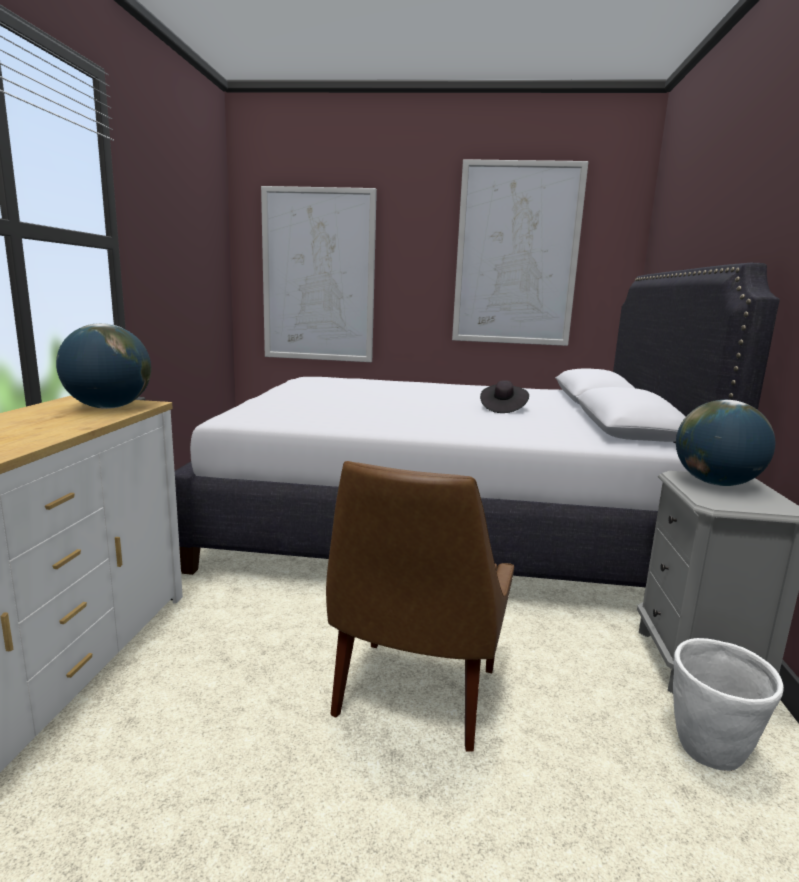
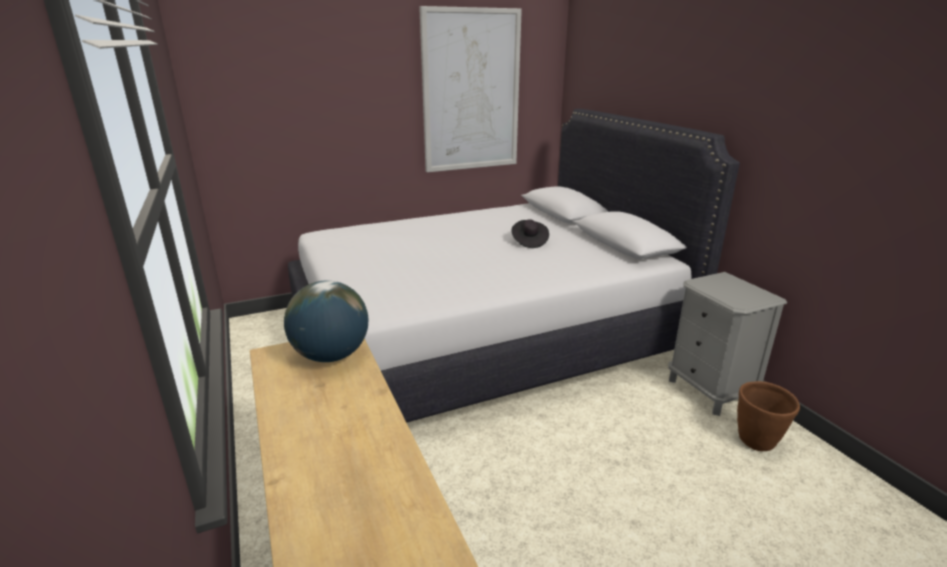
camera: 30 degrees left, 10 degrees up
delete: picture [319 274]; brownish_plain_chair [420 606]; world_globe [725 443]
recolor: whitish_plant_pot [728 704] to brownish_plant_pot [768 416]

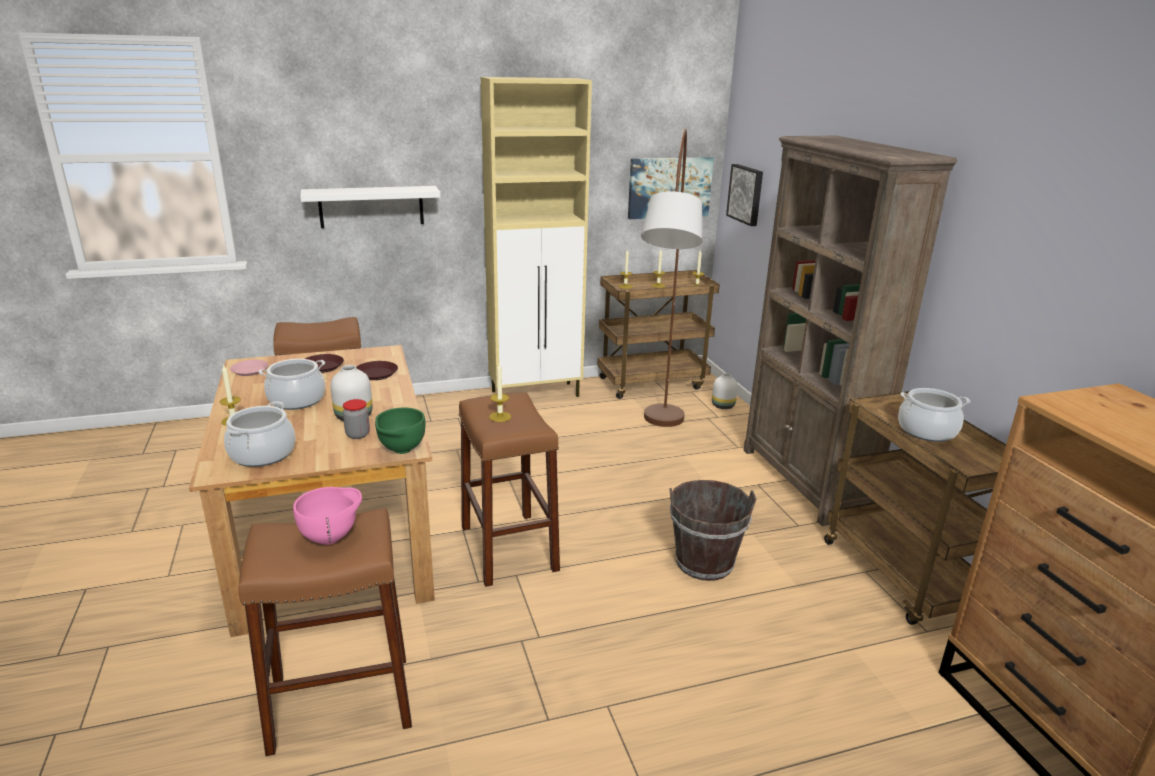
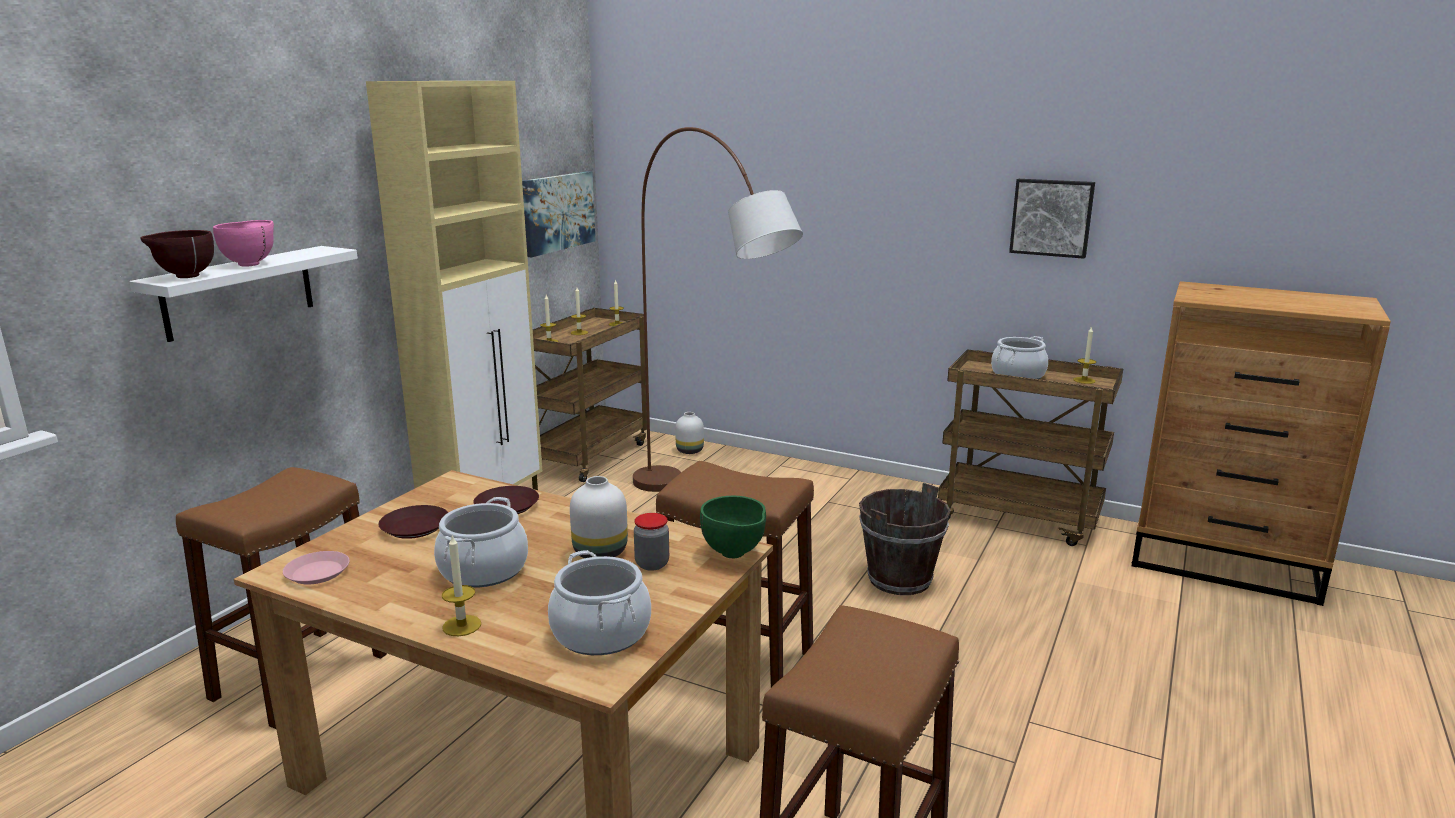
camera: 45 degrees left, 5 degrees down
delete: brownish_bookshelf [850 331]
insert: brownish_serving_bowl [177 254]
move: pinkish_serving_bowl [327 516] to [243 243]; candle [500 392] to [1085 355]; picture [744 195] to [1052 219]

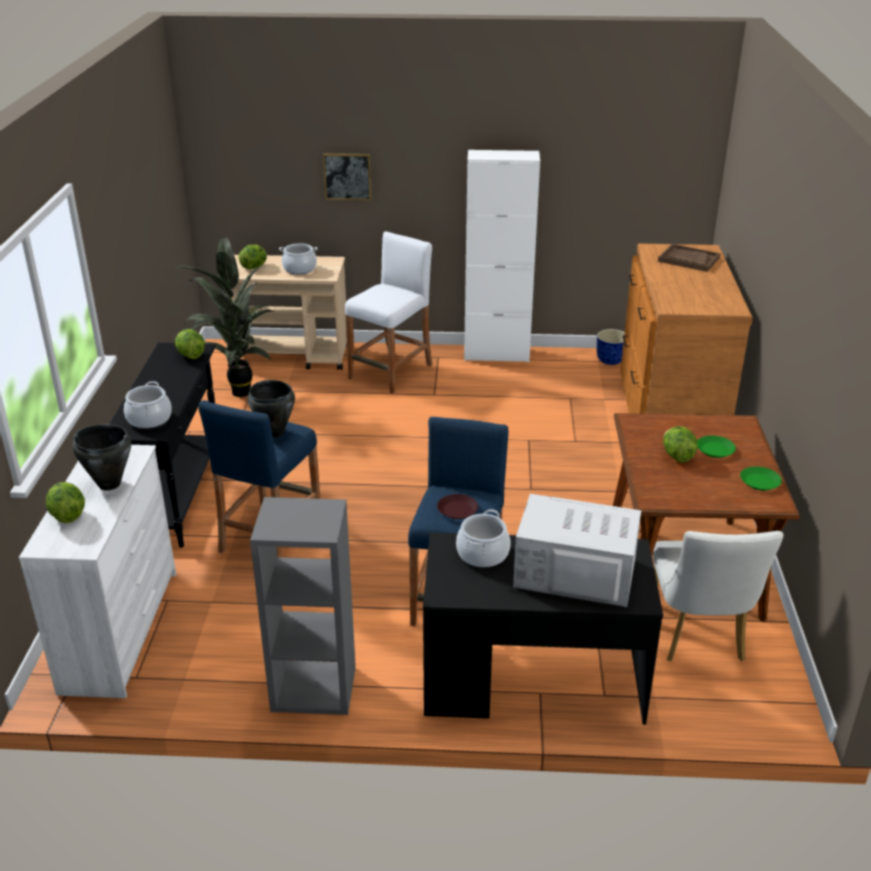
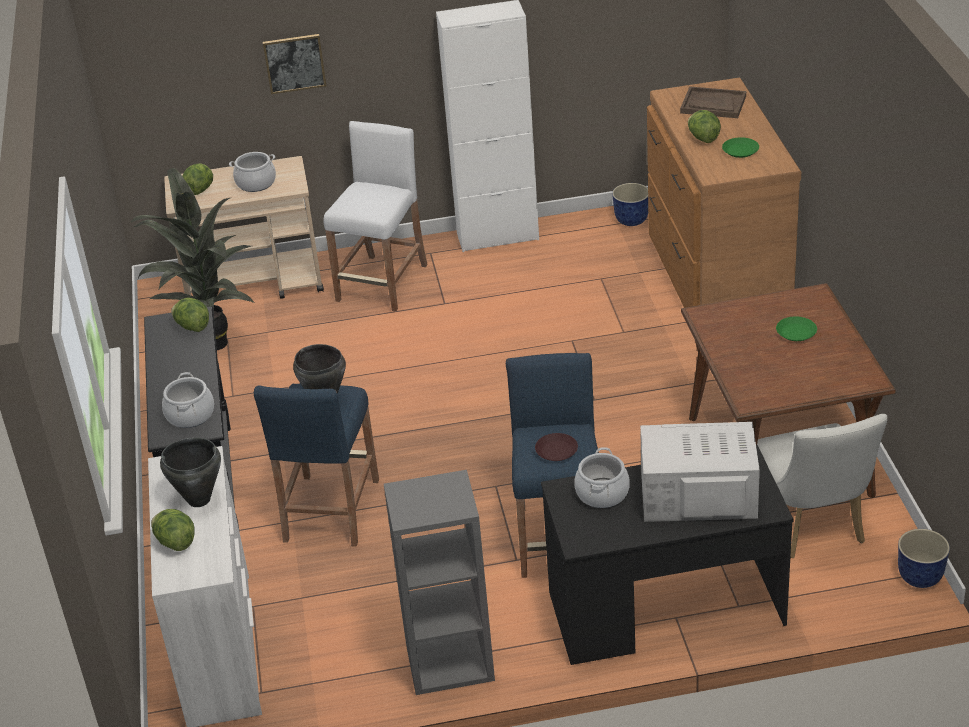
camera: 10 degrees left, 5 degrees up
insert: plant_pot [924 558]
move: lettuce [680 444] to [704 126]; green_dinner_plate [761 478] to [740 147]

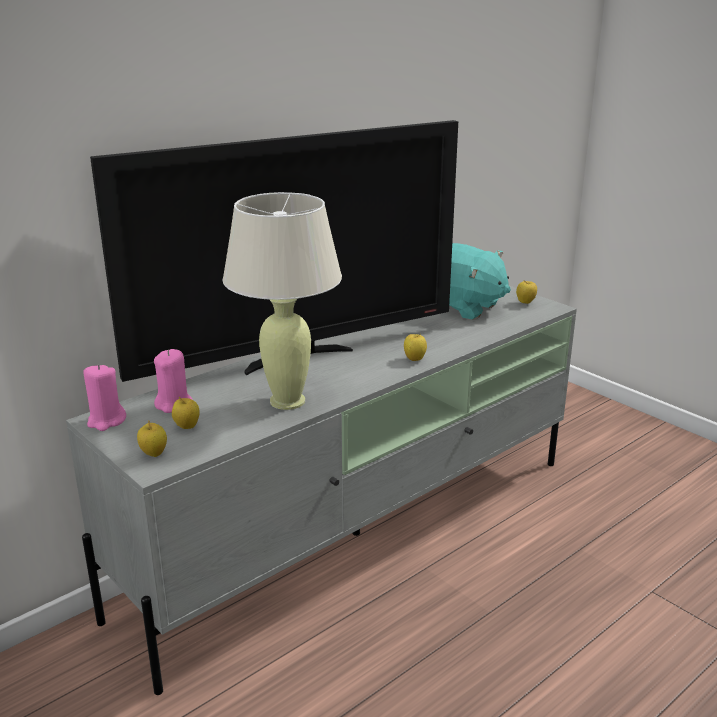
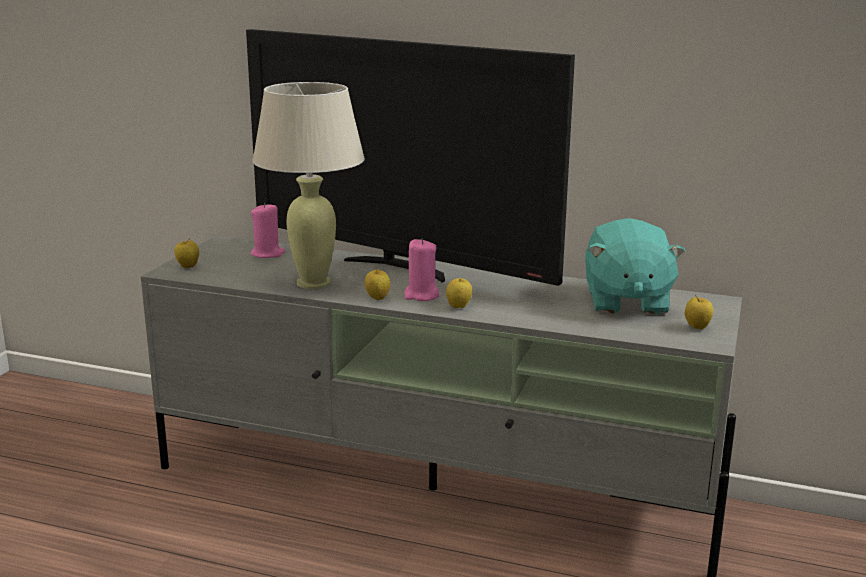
camera: 60 degrees right, 5 degrees down
move: pinkish_candle [104 397] to [421 270]; whole_apple [186 413] to [377 283]

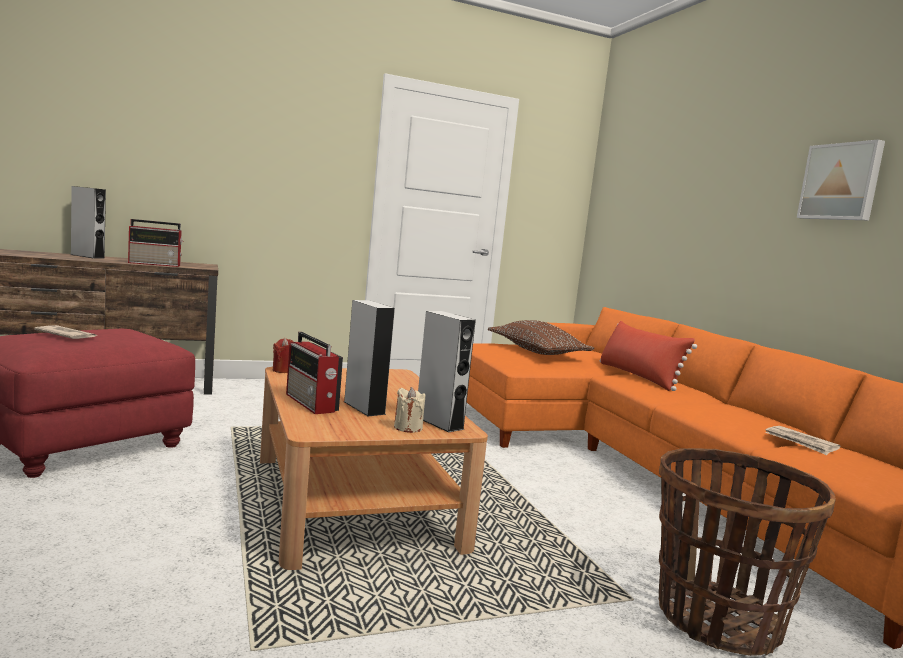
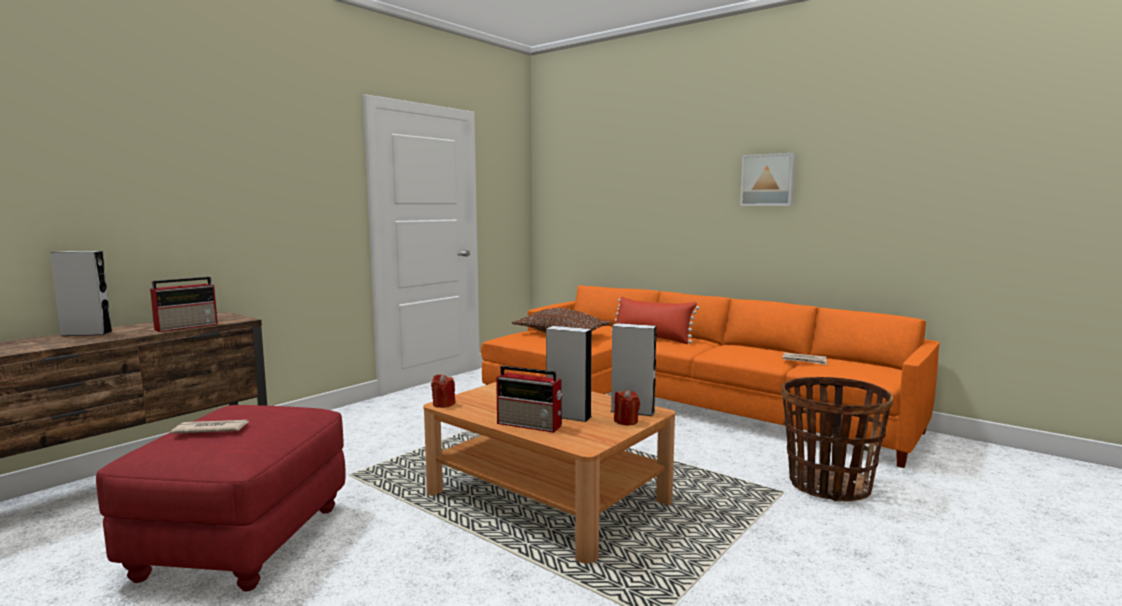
camera: 30 degrees left, 0 degrees up
recolor: beige_candle [409 410] to red-coloured_candle [627 407]

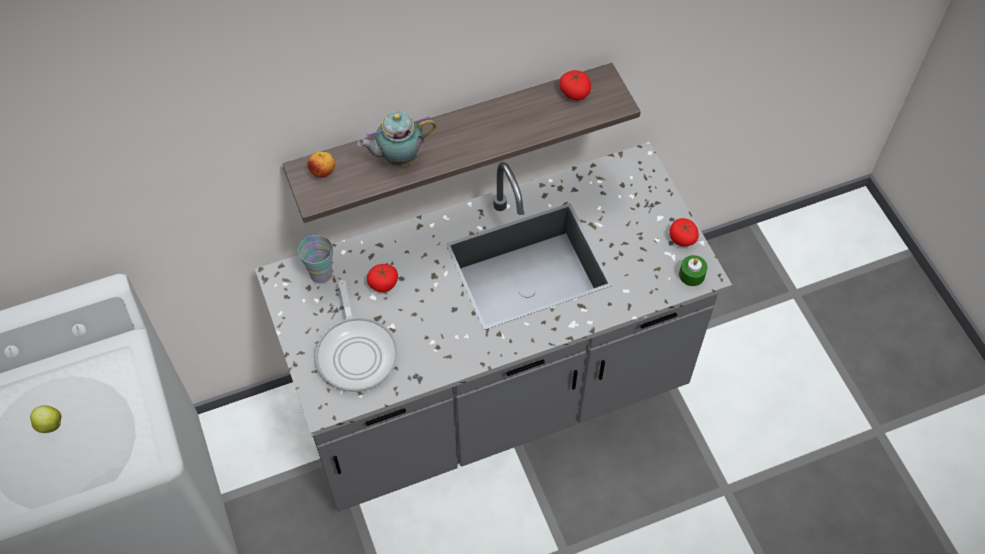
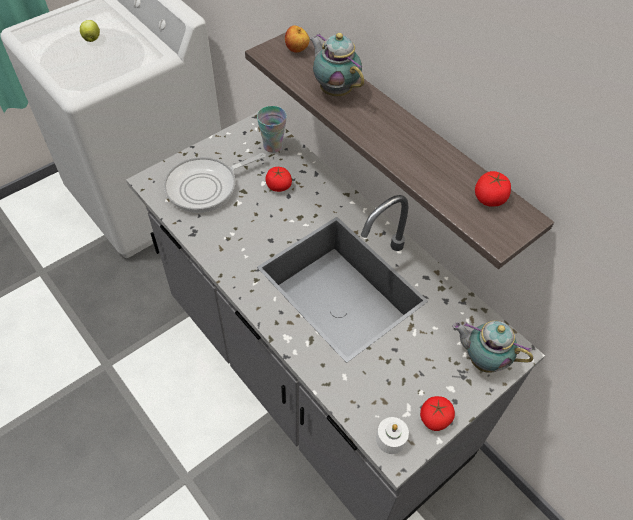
camera: 70 degrees right, 5 degrees down
insert: teapot [493 347]
recolor: green_candle [693 270] to whitish_candle [392 435]

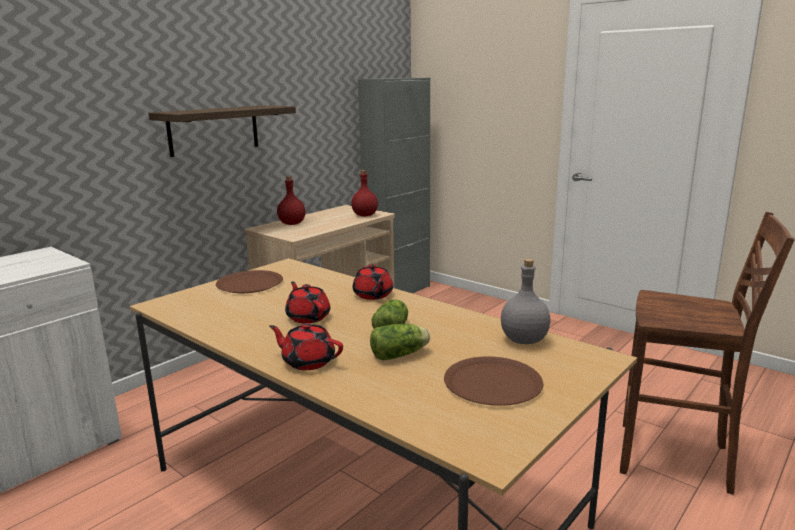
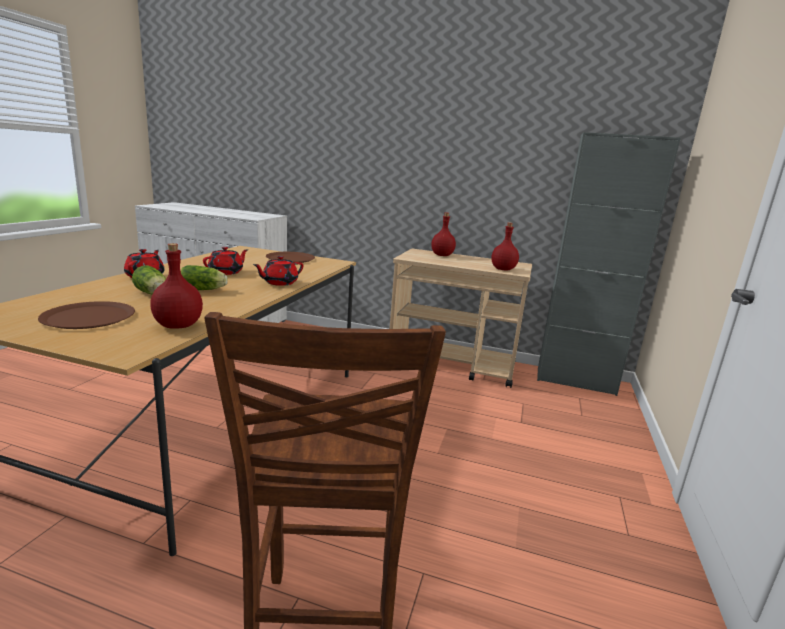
camera: 65 degrees right, 0 degrees up
delete: wall_shelf [222 131]
recolor: greyish_beverage_bottle [526 301] to red-coloured_beverage_bottle [176 286]

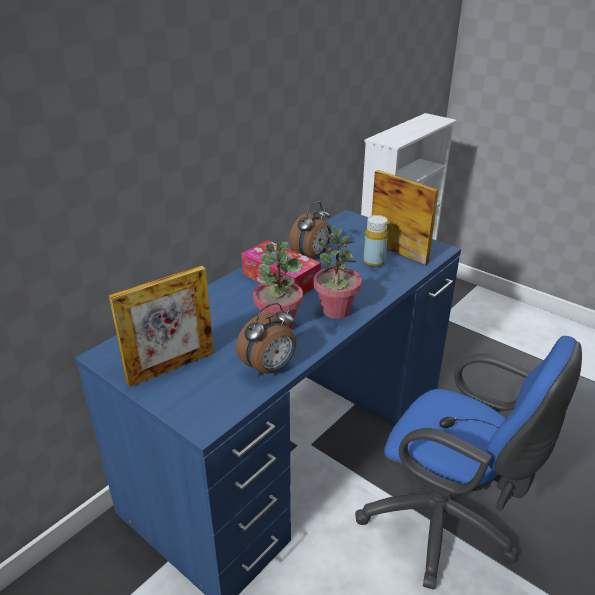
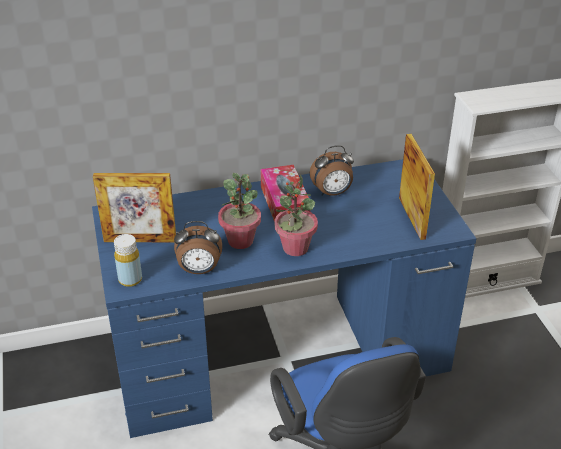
camera: 35 degrees right, 5 degrees up
move: yellow-coloured_beverage_bottle [375 241] to [128 260]

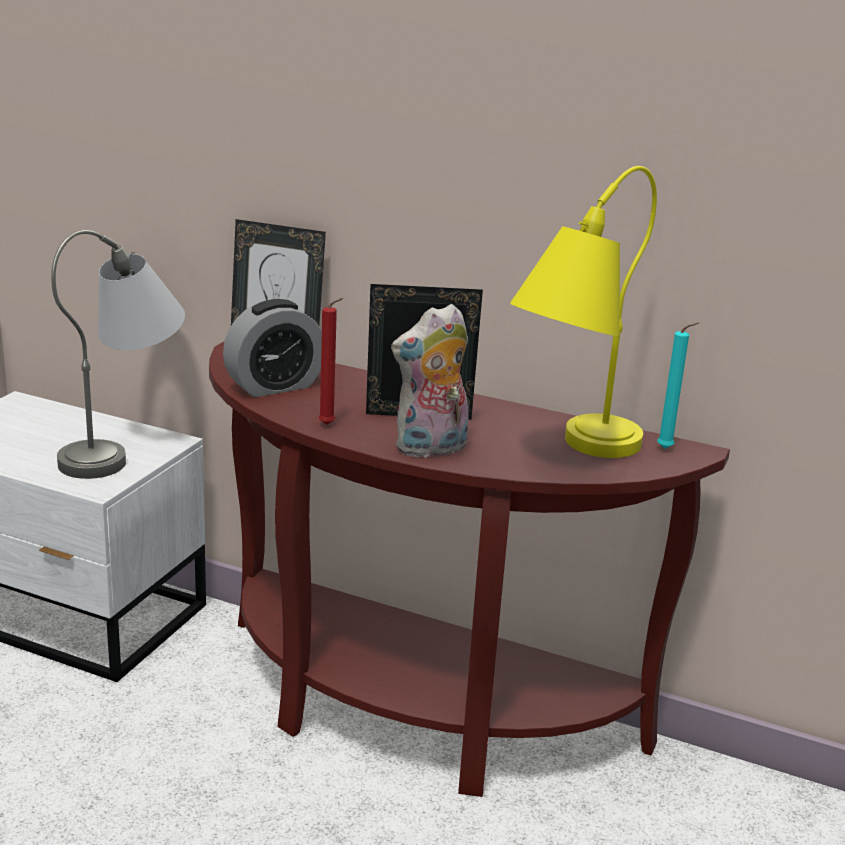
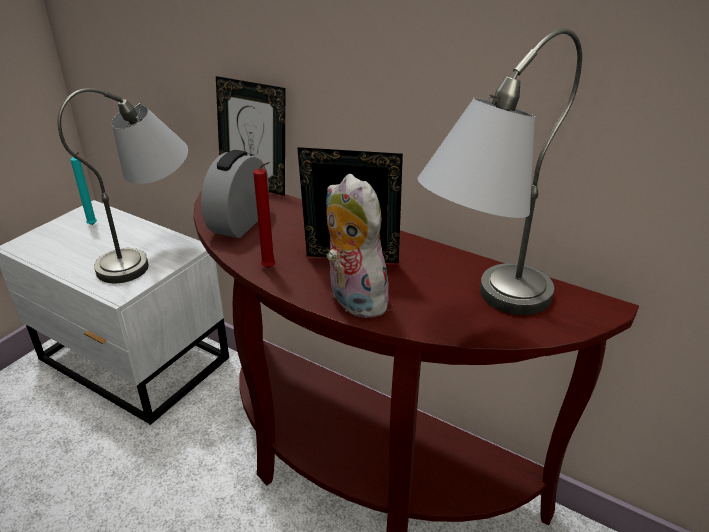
camera: 10 degrees right, 10 degrees up
move: blue-green_candle [678 385] to [83 188]
recolor: yellow-coloured_table_lamp [583 312] to greyish_table_lamp [499 172]
rotate: bedside_clock [272 348] = [235 194] 135 degrees clockwise; plush_toy [430 381] = [357 246] 75 degrees clockwise

